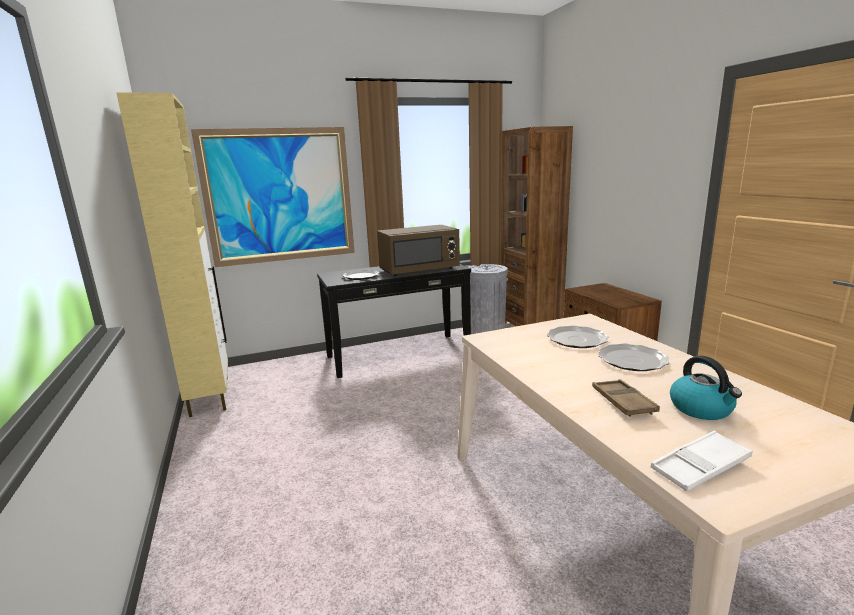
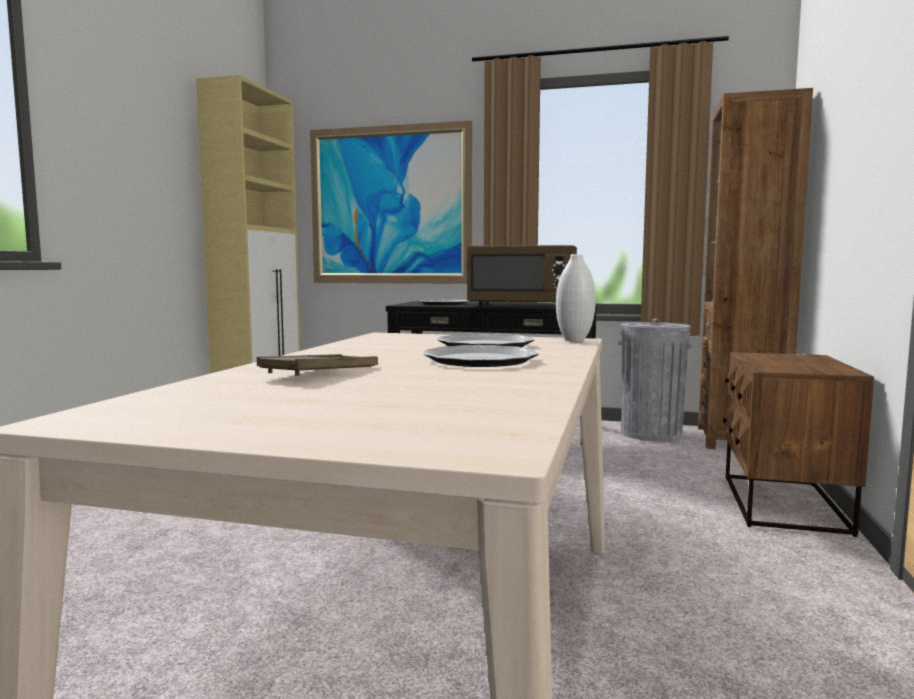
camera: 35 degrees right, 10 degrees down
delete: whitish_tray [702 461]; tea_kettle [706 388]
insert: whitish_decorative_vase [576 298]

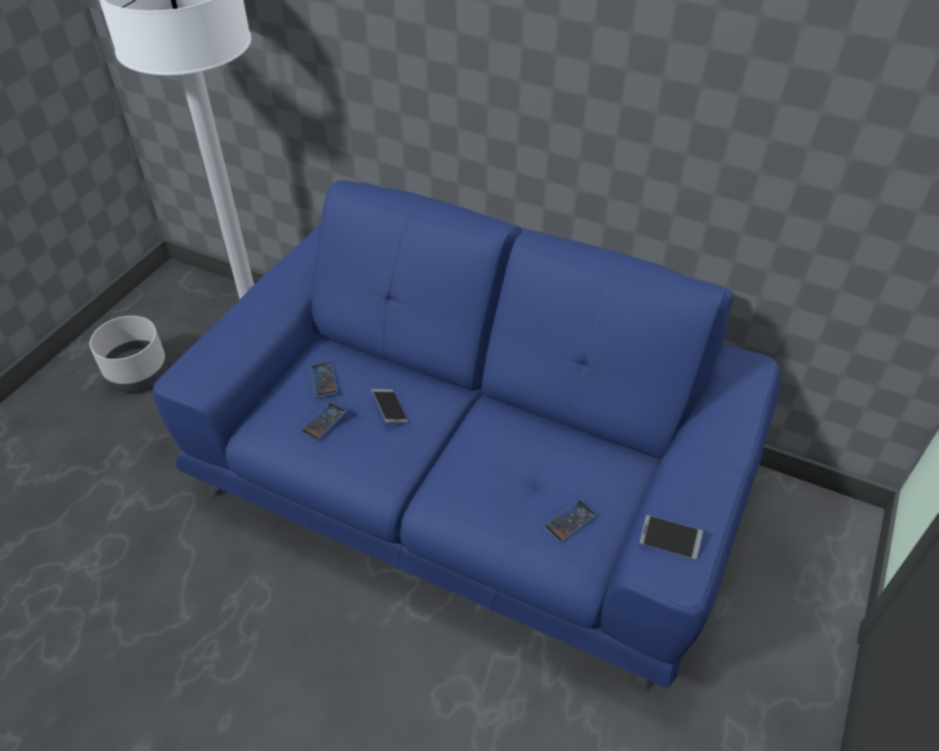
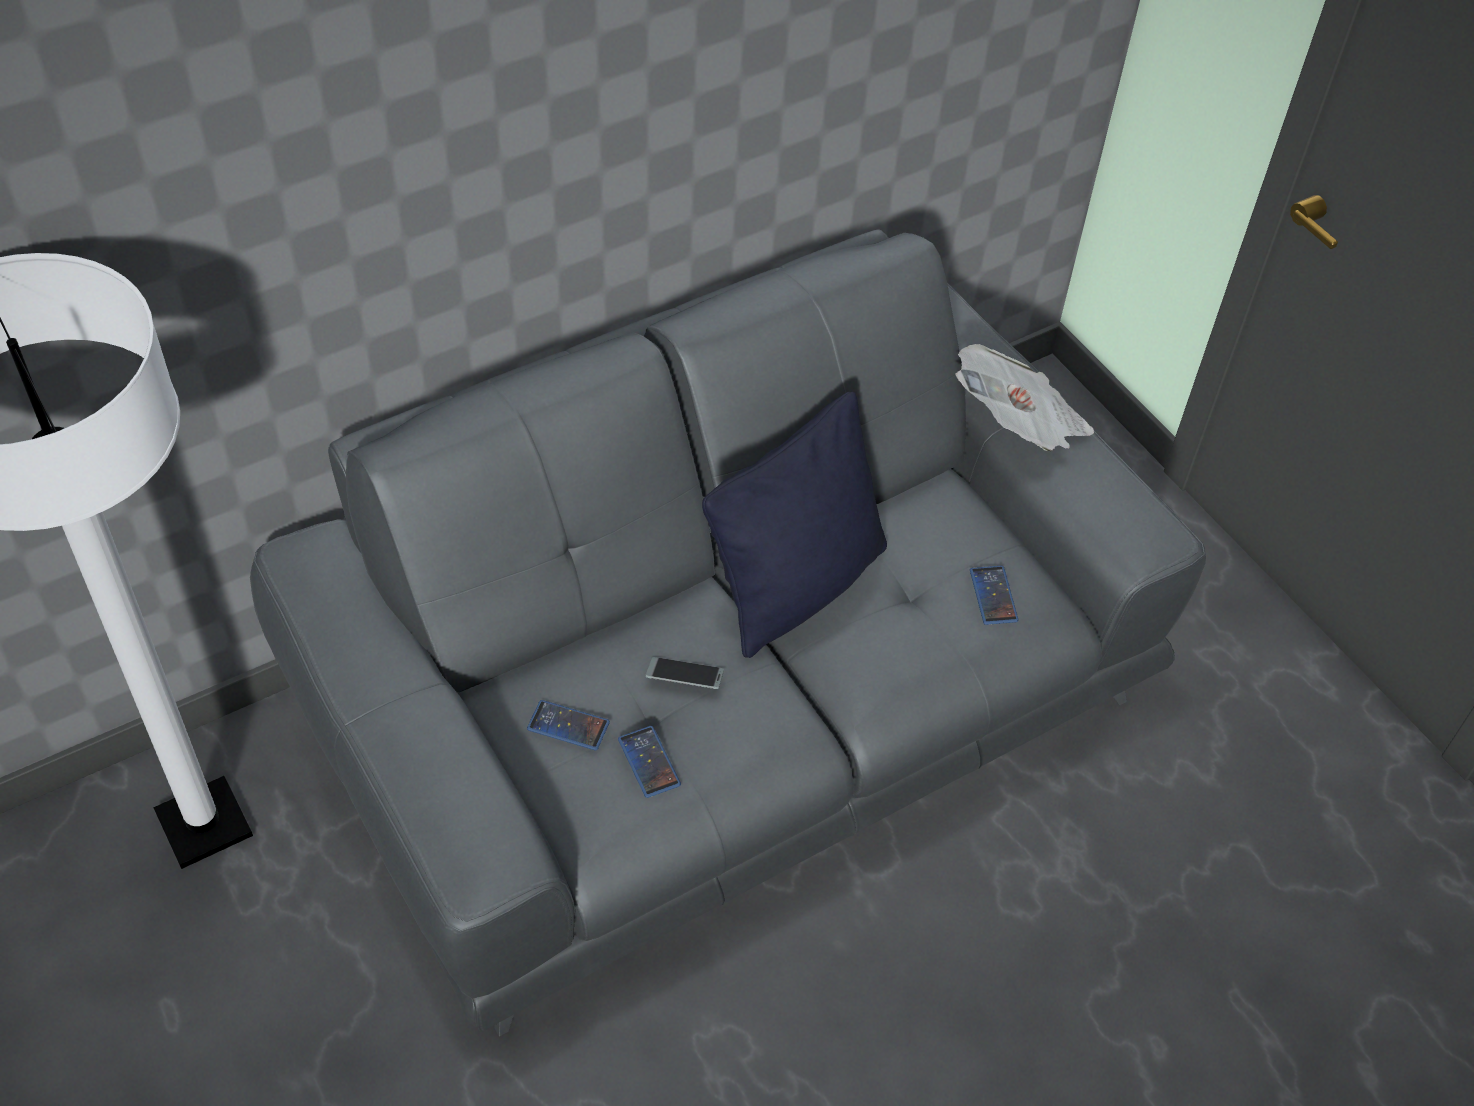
camera: 60 degrees left, 5 degrees up
delete: greyish_plant_pot [129 353]; handset [671 537]
insert: black-coloured_cushion [794 525]; daily_paper [1024 398]
recolor: blue-coloured_settee [466 436] to greyish_settee [728 632]

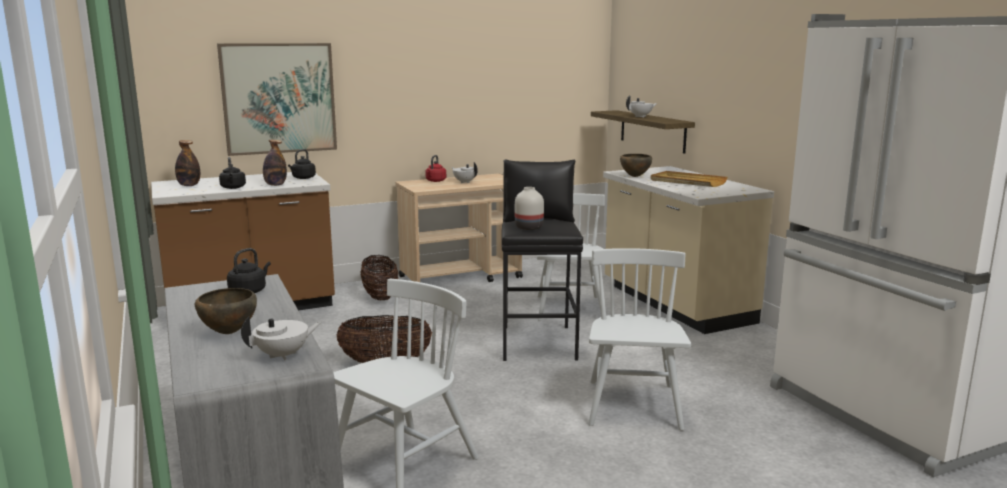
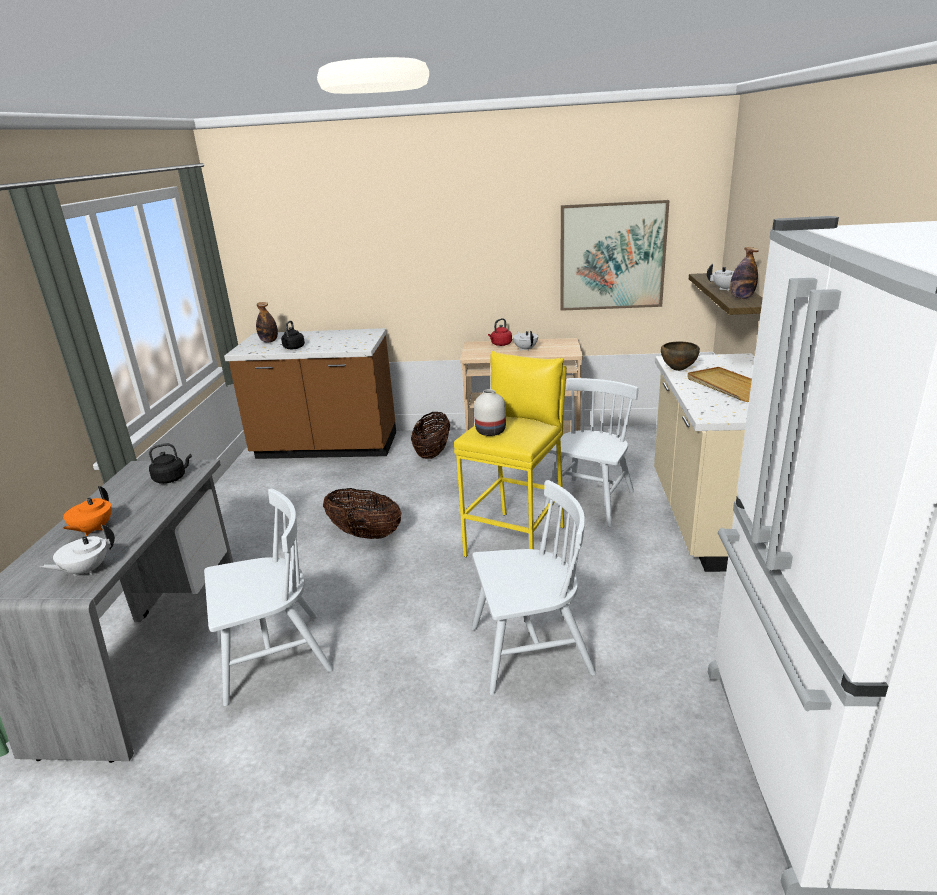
camera: 30 degrees right, 10 degrees up
delete: black-coloured_tea_kettle [302 164]
move: picture [277 99] to [615 255]; beverage_bottle [275 163] to [744 273]
replace: brownish_serving_bowl [226 311] to orange_teapot [87 511]
recolor: black-coloured_stool [542 260] to yellow-coloured_stool [510 454]
rotate: whitish_teapot [281 338] = [77 551] 135 degrees clockwise; whitish_plain_chair [639 339] = [534 587] 45 degrees clockwise

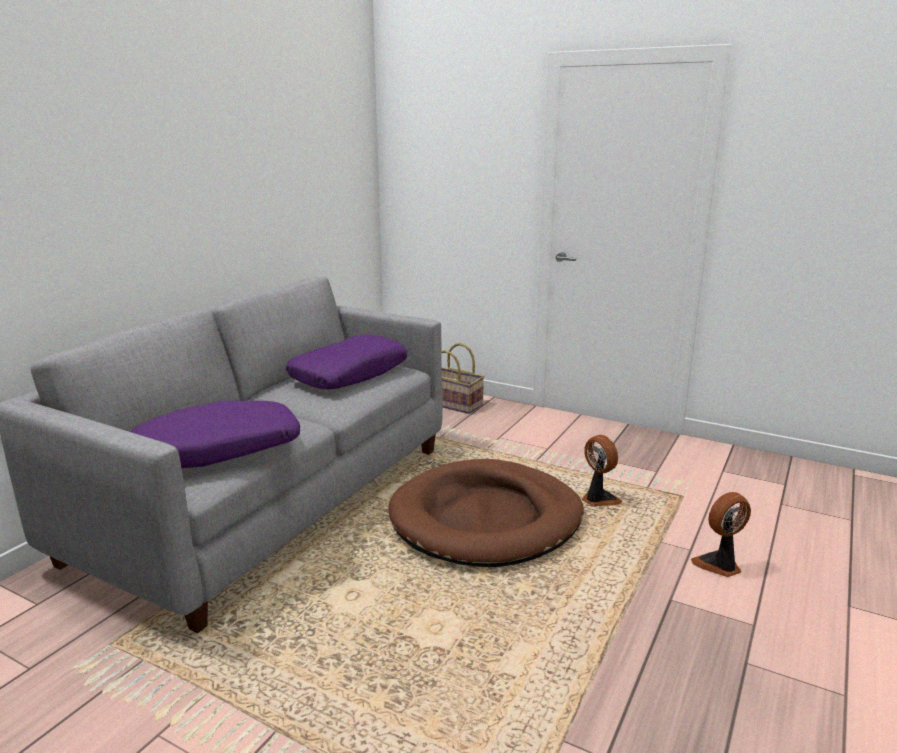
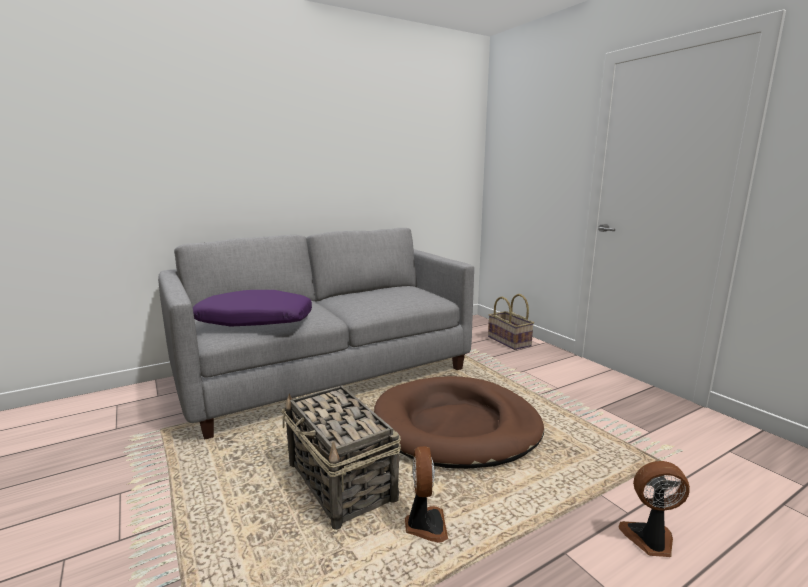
camera: 30 degrees right, 5 degrees down
delete: purple_cushion [347 361]
insert: storage_basket [341 458]
move: cooling_fan [601 471] to [426 494]

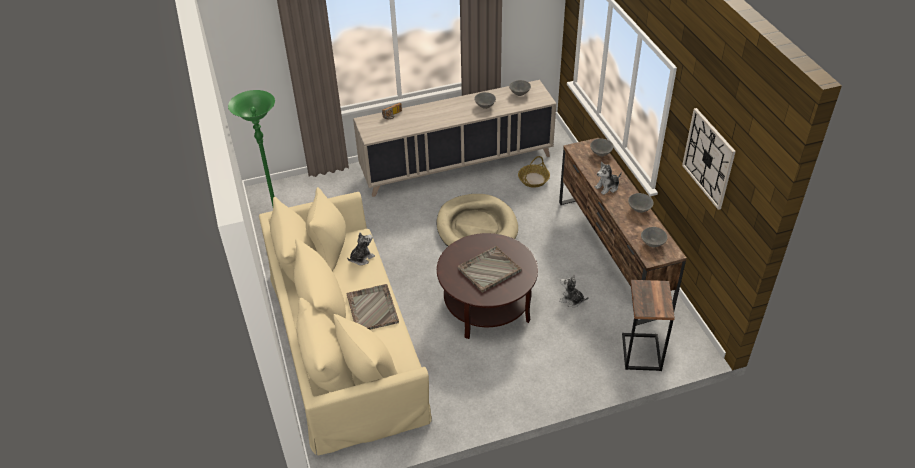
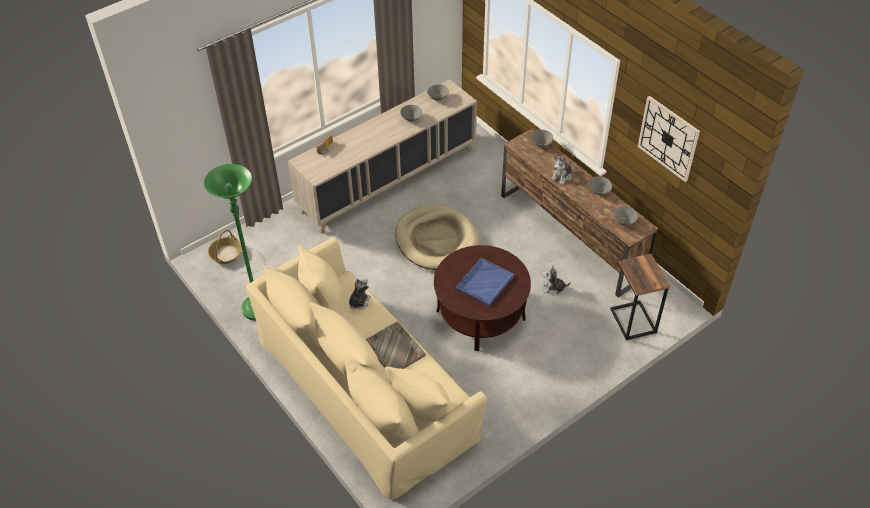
camera: 20 degrees left, 5 degrees up
move: storage_basket [534 172] to [225 247]
recolor: greyish_tray [489 269] to blue-coloured_tray [485 282]

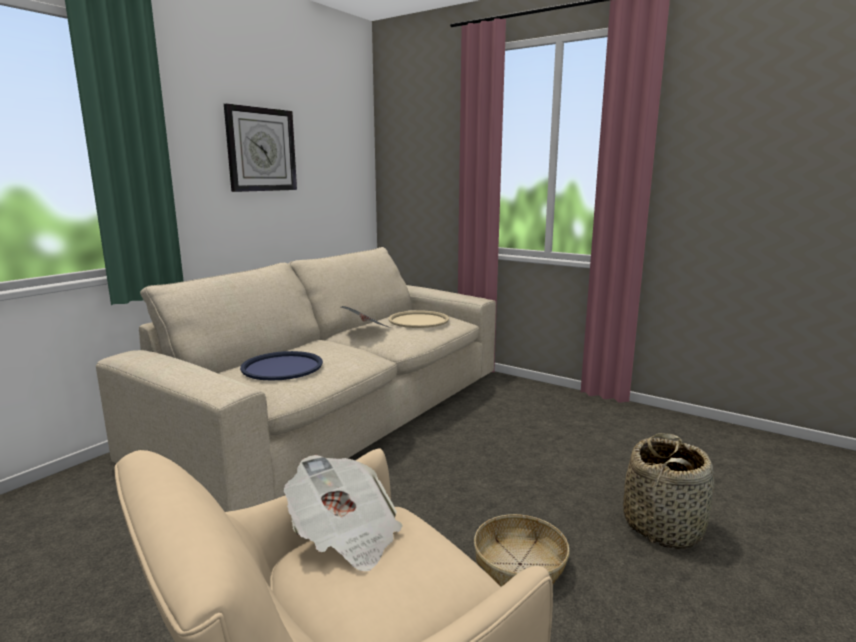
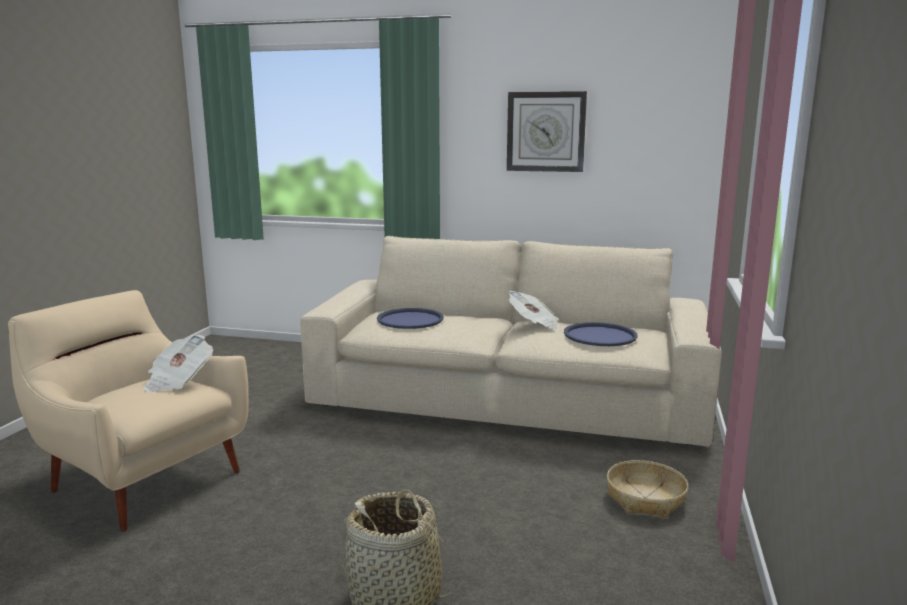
camera: 70 degrees right, 0 degrees up
move: storage_basket [522 550] to [648 489]
recolor: beige_tray [418 319] to blue-coloured_tray [601 334]

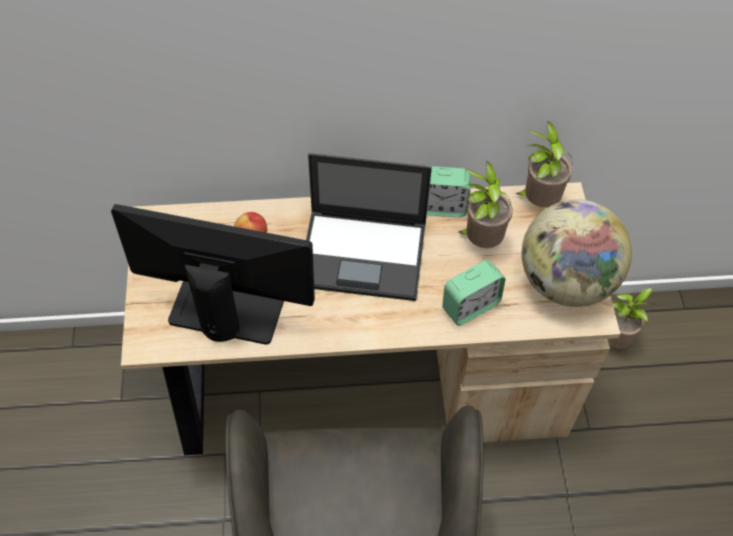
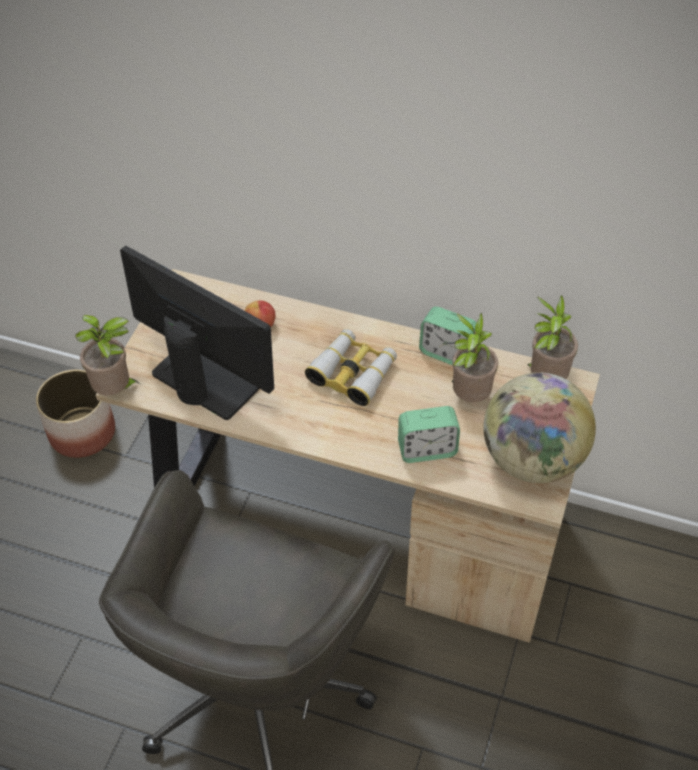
camera: 25 degrees right, 5 degrees down
insert: plant_pot [75 413]
move: houseplant [630 318] to [107 355]
replace: notebook_computer [369 227] to binoculars [351 367]

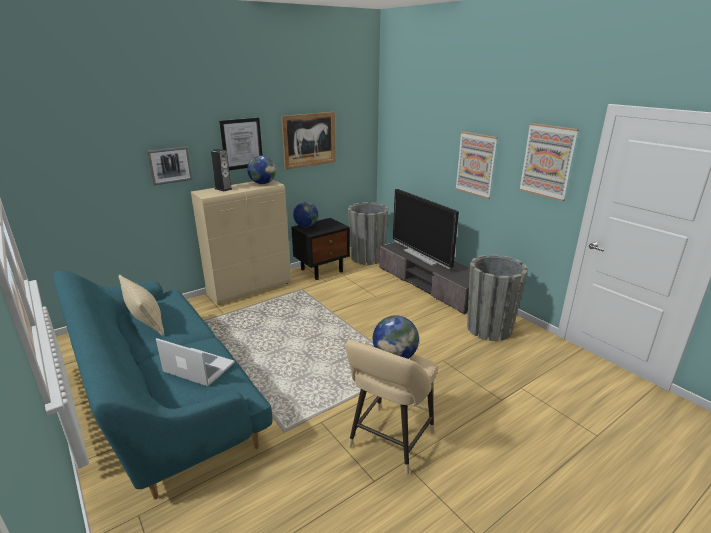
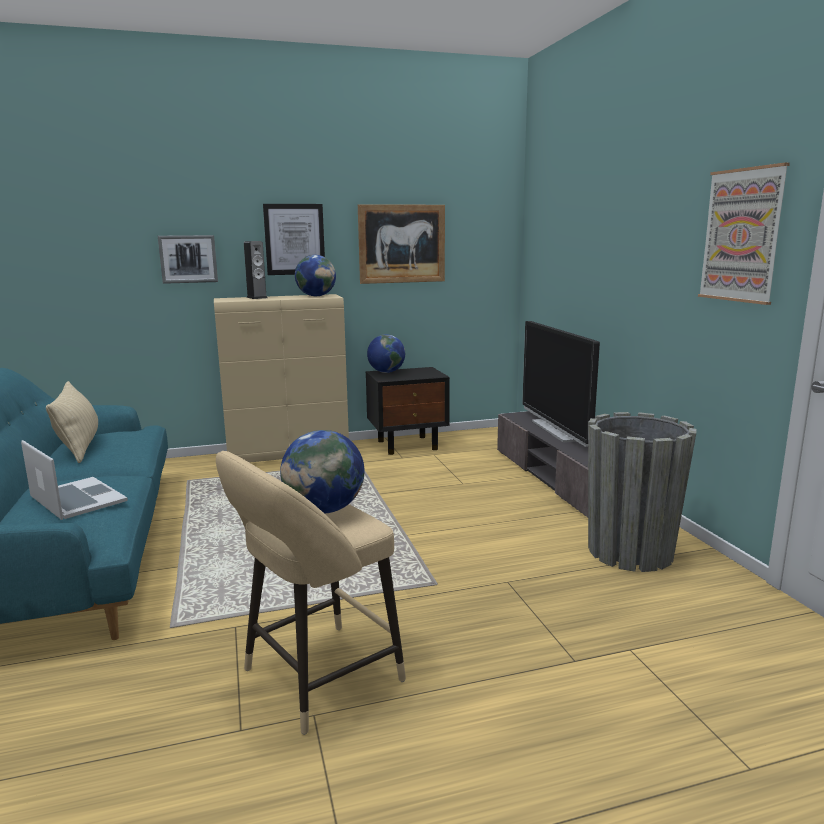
camera: 20 degrees right, 10 degrees down
delete: greyish_plant_pot [368 233]; picture [476 165]

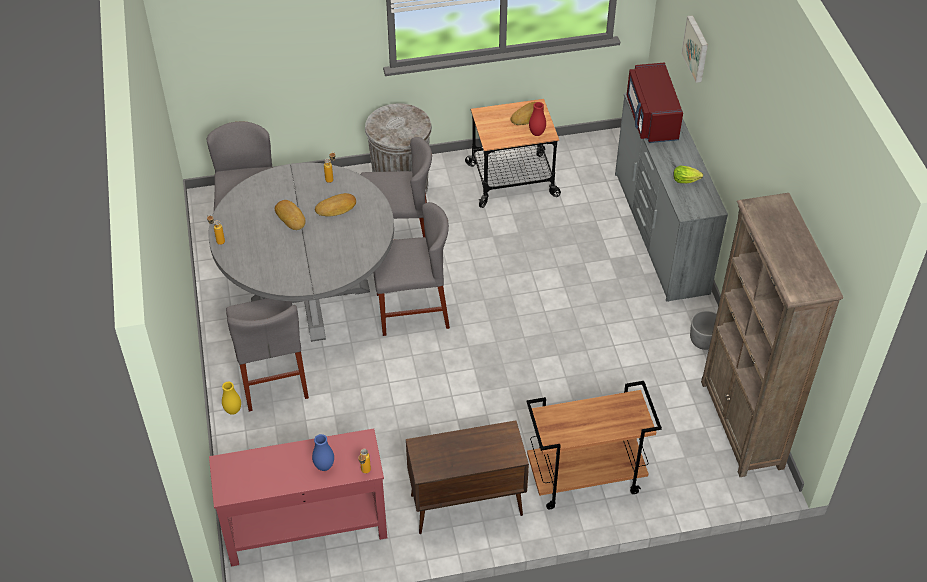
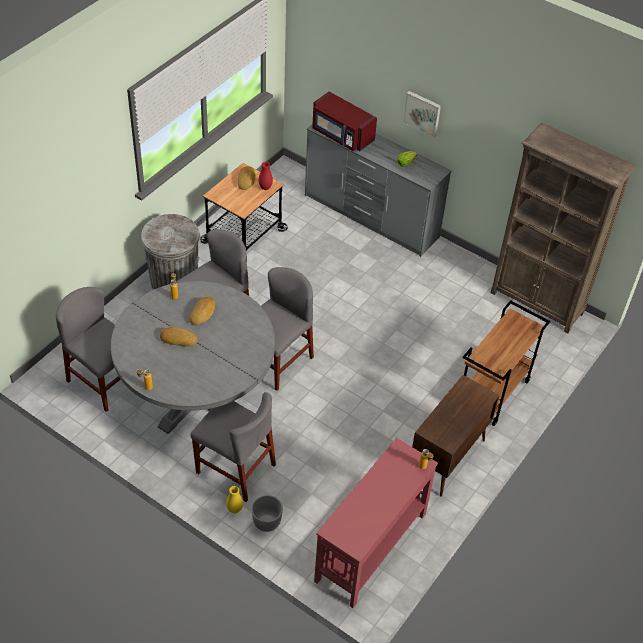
camera: 45 degrees left, 0 degrees up
delete: blue-coloured_decorative_vase [323 452]
move: picture [694 49] to [422 114]; greyish_plant_pot [703 330] to [267 513]

